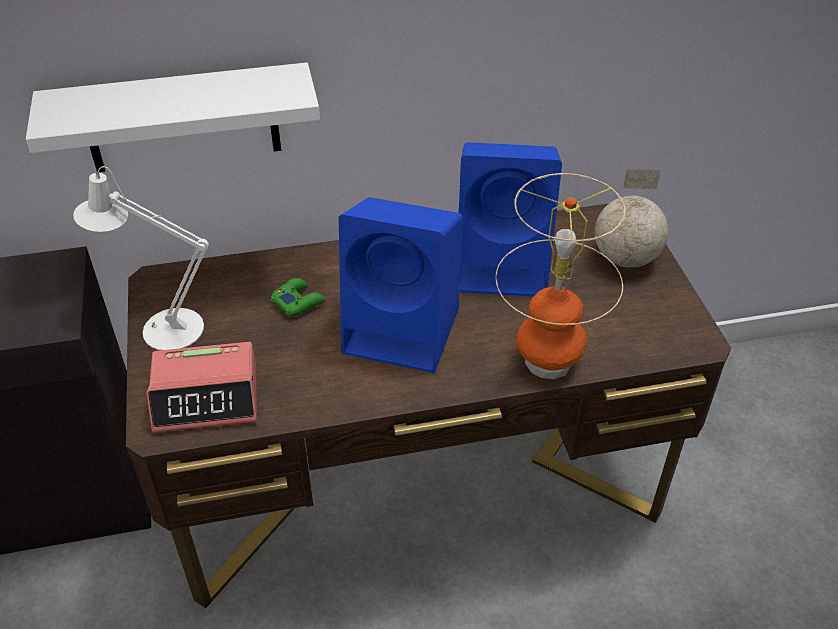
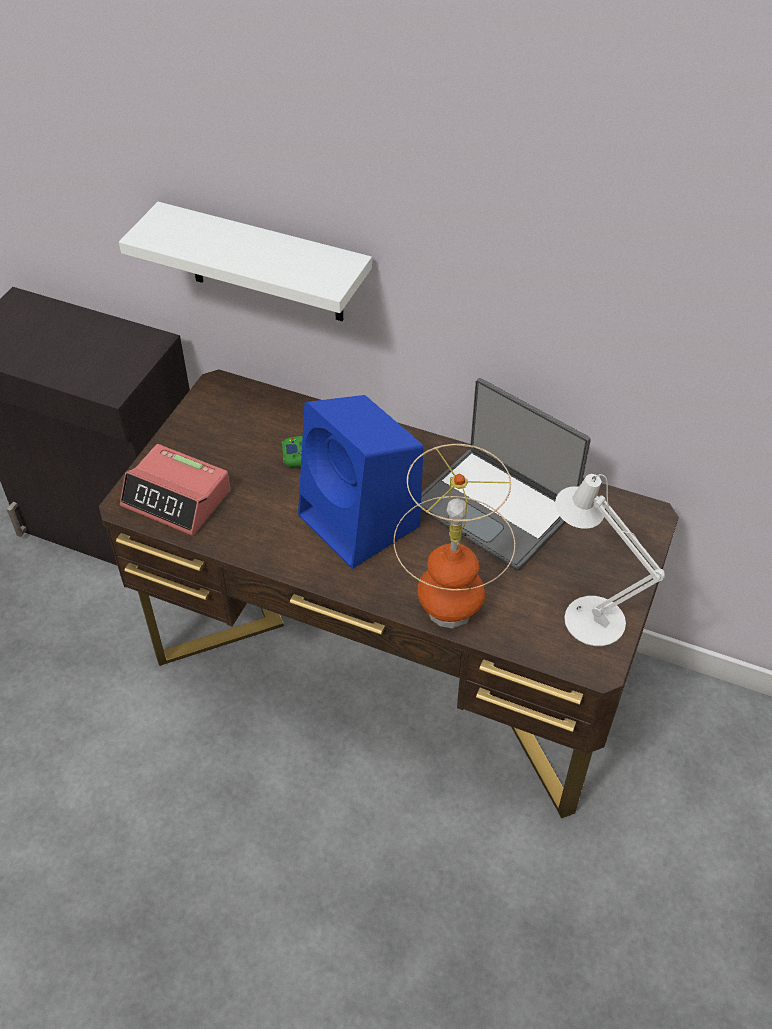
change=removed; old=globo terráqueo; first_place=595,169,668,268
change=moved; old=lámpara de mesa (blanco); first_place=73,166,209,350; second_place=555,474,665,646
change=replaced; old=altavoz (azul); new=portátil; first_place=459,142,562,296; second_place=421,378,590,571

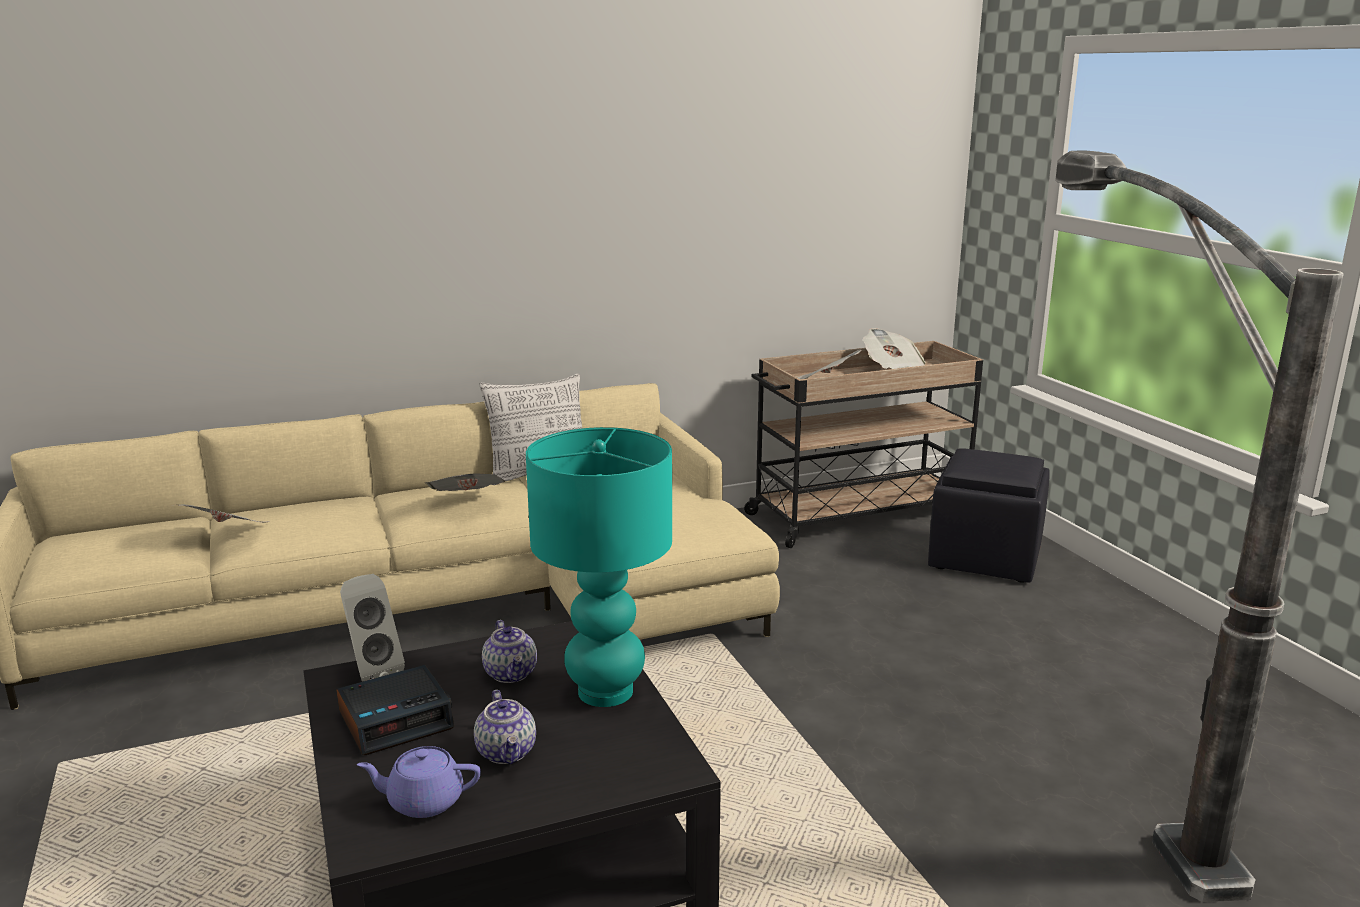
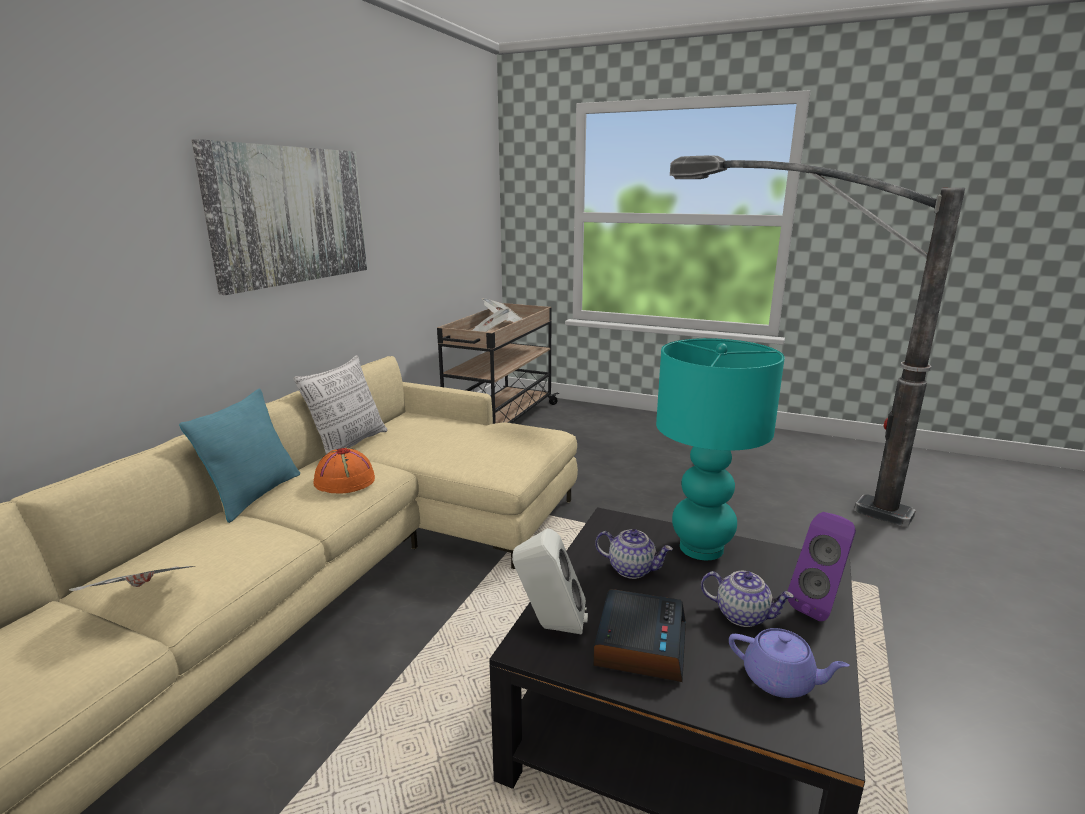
change=removed; old=puf (negro); first_place=928,448,1050,583
change=added; new=cojín (turquesa); second_place=179,389,300,523
change=added; new=cuadro; second_place=192,139,367,295
change=added; new=altavoz (morado); second_place=788,512,856,621
change=replaced; old=periódico; new=sombrero (naranja); first_place=425,473,505,491; second_place=314,448,375,494
change=turned; old=tetera (morado); first_place=357,746,481,818; second_place=729,628,850,698; degrees=-105

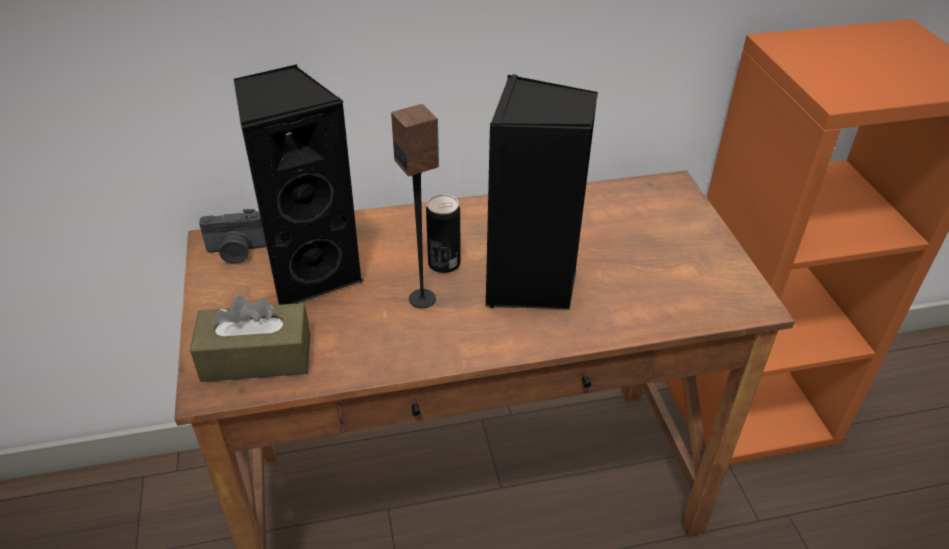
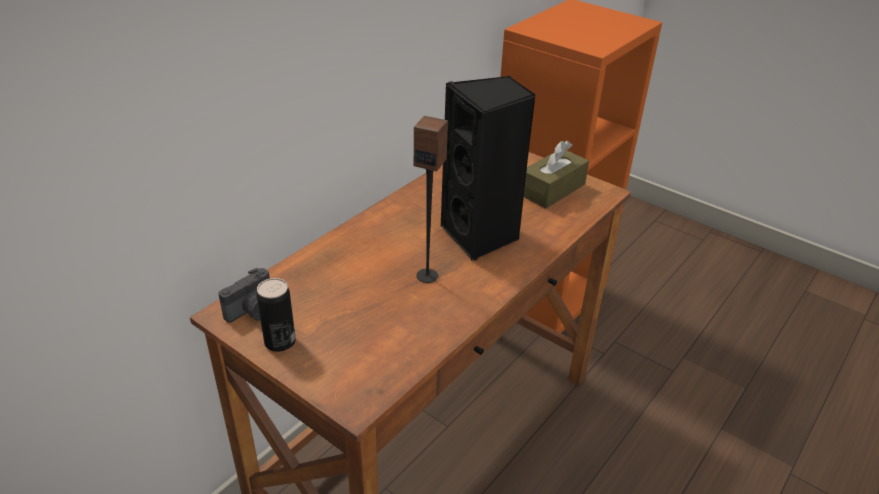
change=removed; old=altavoz (negro); first_place=234,64,364,305
change=moved; old=caja de pañuelos (marrón); first_place=190,295,310,382; second_place=524,141,589,208
change=moved; old=lata; first_place=426,194,460,273; second_place=256,278,296,352

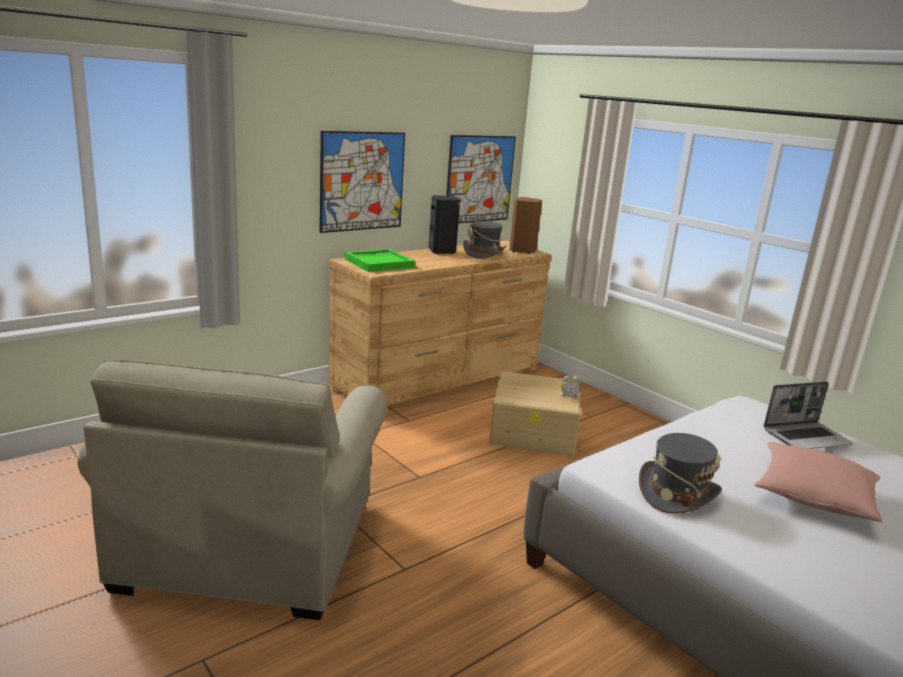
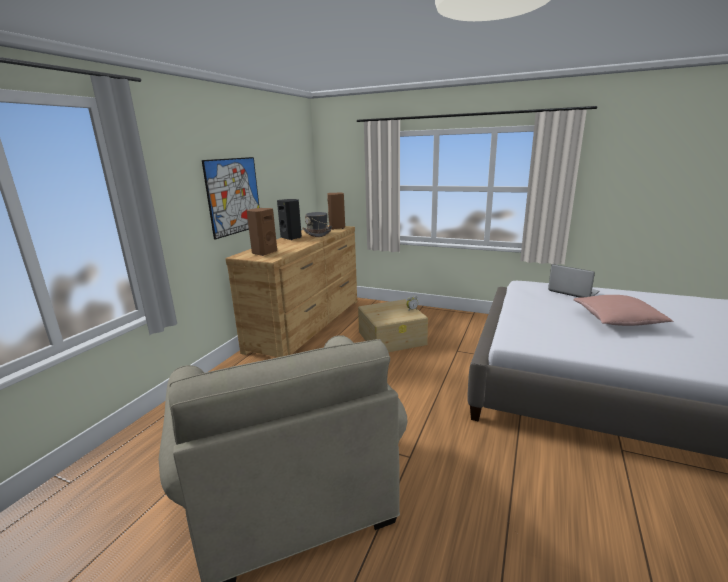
change=removed; old=cuadro; first_place=446,135,516,223
change=removed; old=sombrero (gris); first_place=639,433,722,514
change=replaced; old=bandeja (verde); new=altavoz (marrón); first_place=344,249,415,272; second_place=247,208,277,256
change=turned; old=portátil; first_place=763,382,853,449; second_place=548,264,599,298; degrees=-90

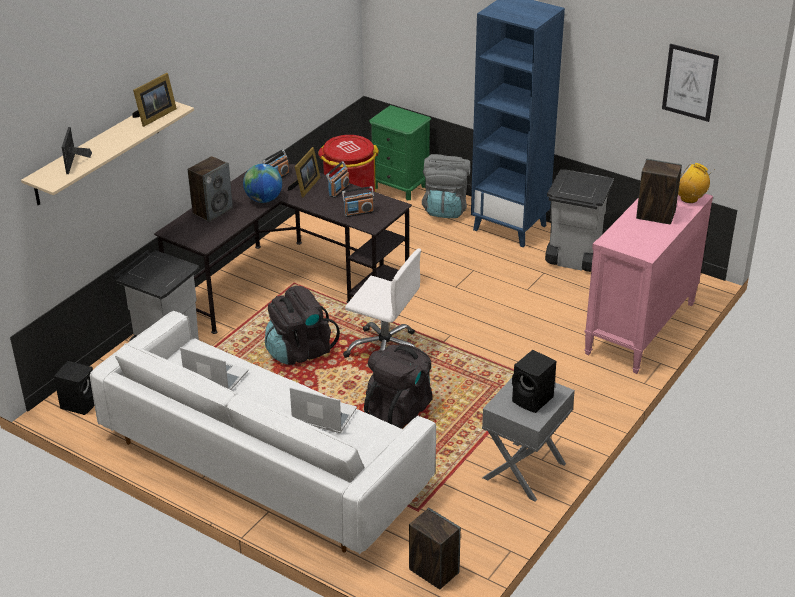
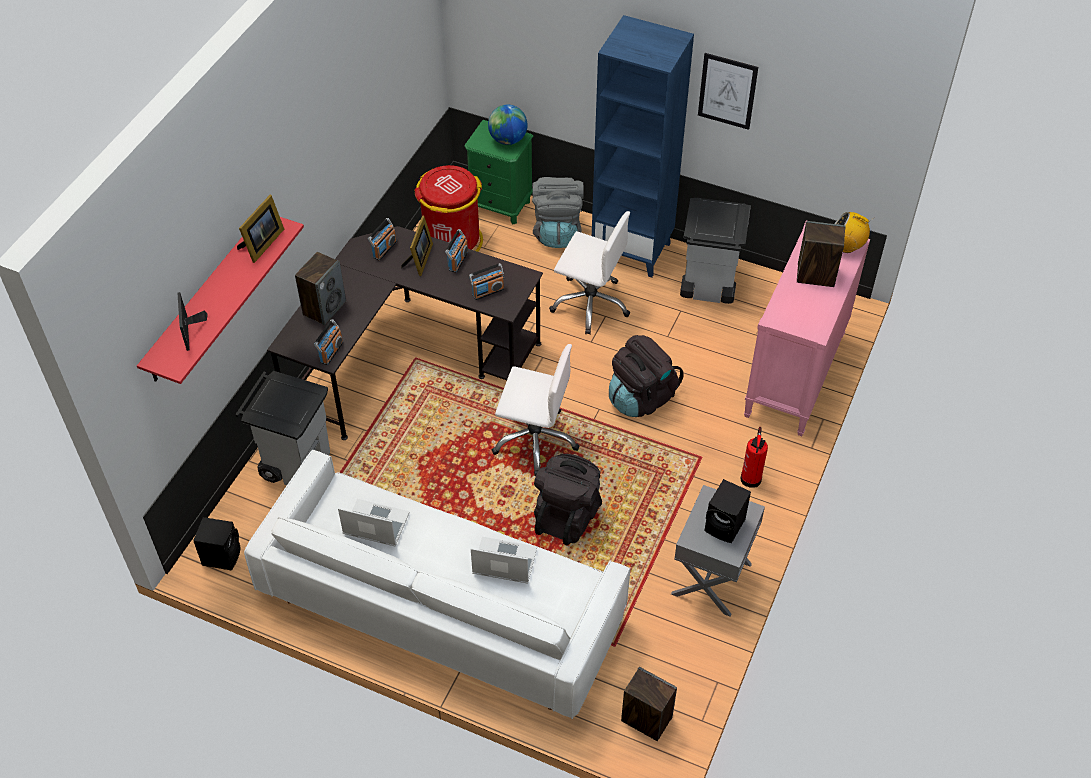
change=added; new=radio; second_place=314,319,343,365
change=added; new=silla de oficina (blanco); second_place=549,211,630,335
change=added; new=extintor; second_place=741,427,768,488
change=moved; old=globo terráqueo; first_place=243,164,282,203; second_place=488,105,528,145
change=moved; old=mochila (negro); first_place=265,286,340,365; second_place=609,335,684,417
change=moved; old=cuadro; first_place=662,44,719,122; second_place=698,53,758,130
change=recoloured; old=estante (beis); new=estante (rojo); first_place=21,101,194,205; second_place=137,217,304,384

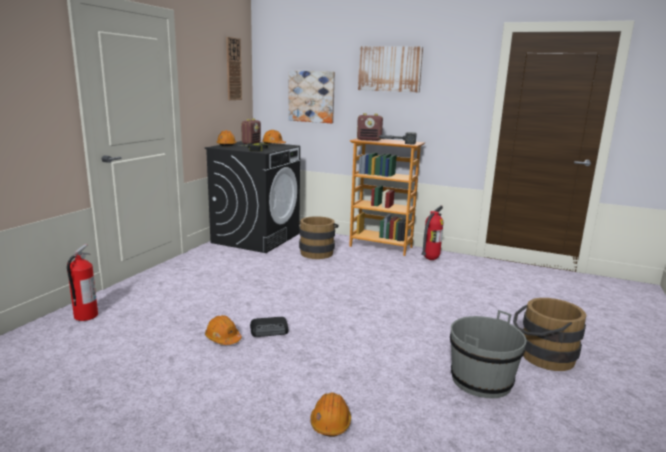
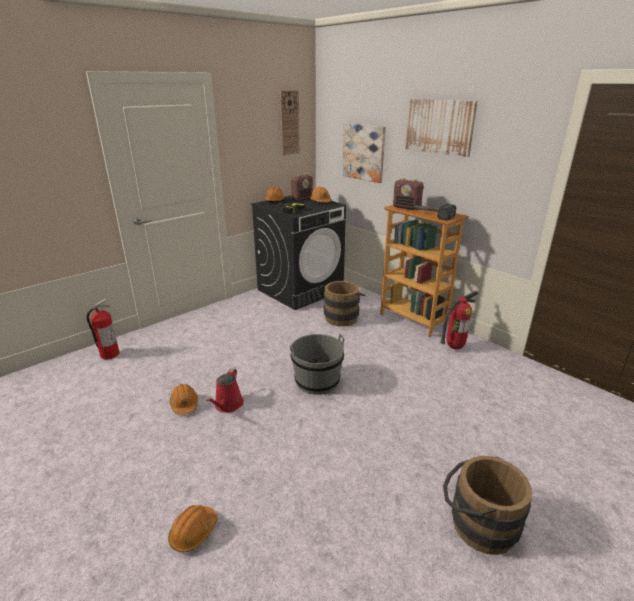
change=moved; old=cubo (gris); first_place=450,310,527,399; second_place=290,334,344,395
change=replaced; old=radio; new=regadera (rojo); first_place=250,317,288,337; second_place=207,369,244,413

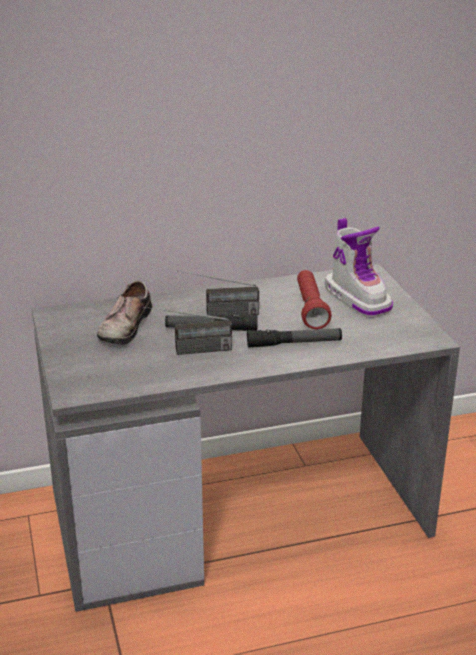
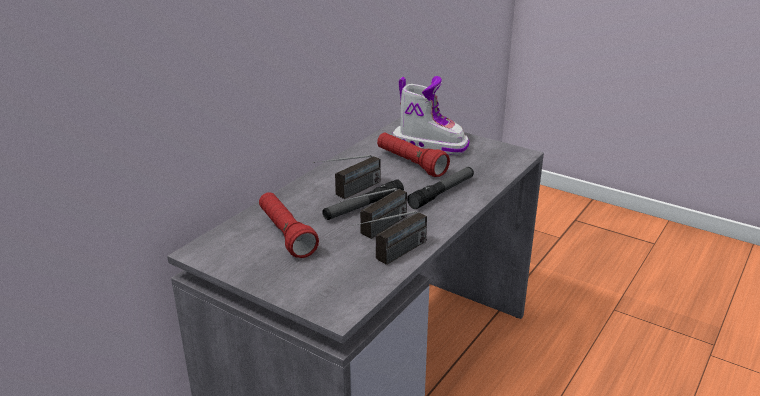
change=added; new=radio; second_place=352,211,427,265
change=replaced; old=zapato; new=linterna (rojo); first_place=97,281,152,344; second_place=259,192,319,258

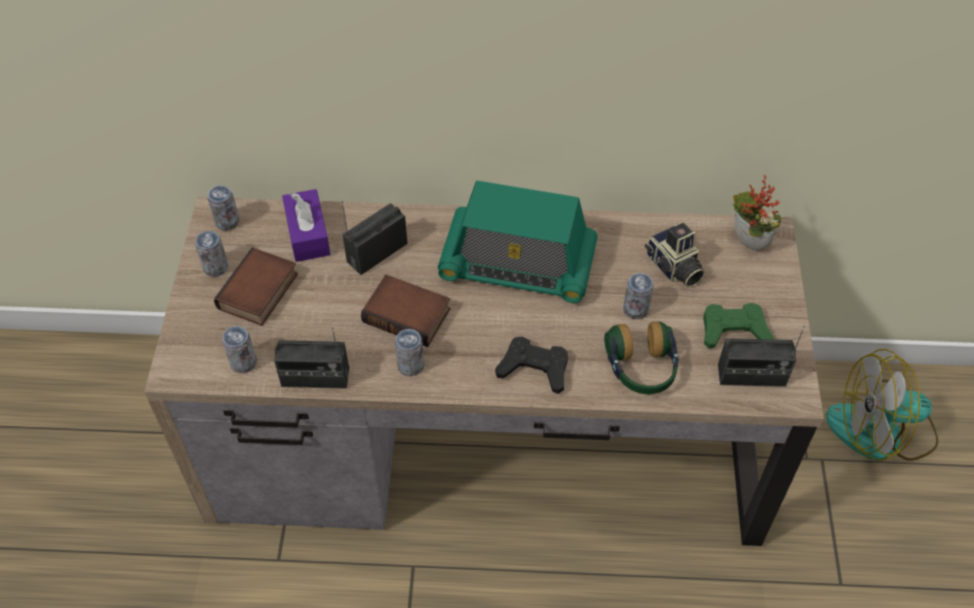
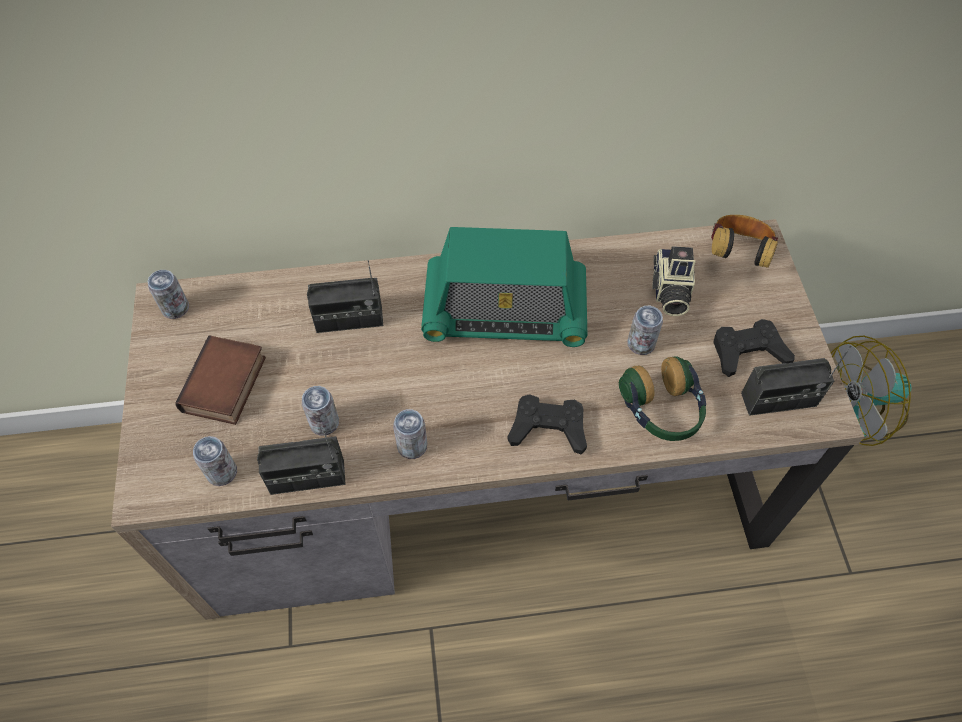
change=removed; old=caja de pañuelos (morado); first_place=282,189,331,262
change=removed; old=libro; first_place=361,275,450,347
change=moved; old=lata; first_place=195,231,228,277; second_place=302,386,339,436
change=replaced; old=planta en maceta; new=auriculares; first_place=733,175,781,251; second_place=711,215,778,268
change=recoloured; old=mando de consola (verde); new=mando de consola (negro); first_place=703,303,774,349; second_place=713,319,795,377
change=turned; old=radio; first_place=342,201,408,275; second_place=307,260,383,333; degrees=-135
change=turned; old=cámara; first_place=645,223,706,287; second_place=652,246,696,316; degrees=45

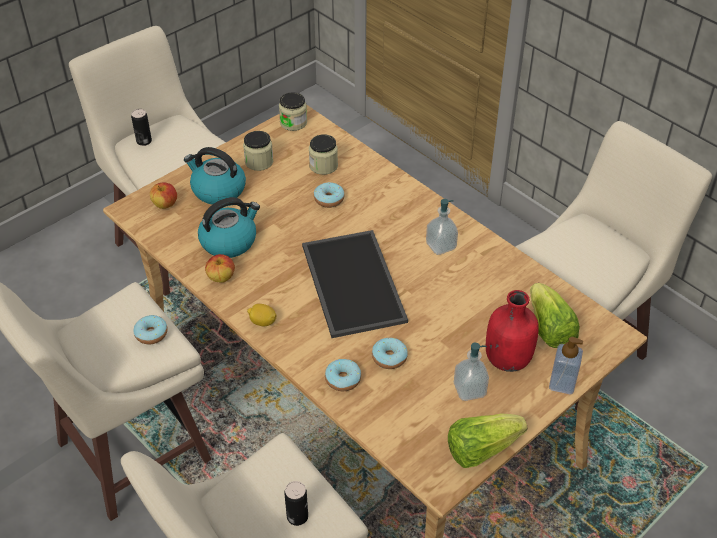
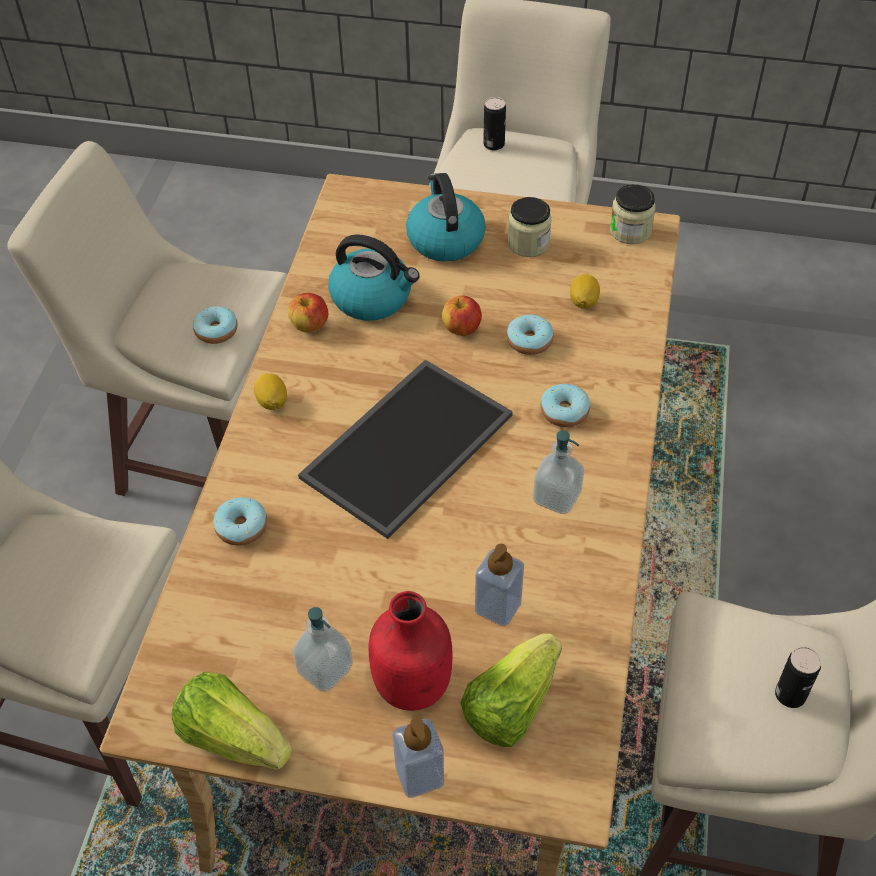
change=added; new=dispensador de jabón; second_place=475,544,524,626
change=moved; old=manzana; first_place=150,182,177,209; second_place=442,295,482,336
change=moved; old=lata; first_place=284,481,308,526; second_place=775,646,821,708
change=moved; old=rosquilla; first_place=372,338,408,369; second_place=540,383,590,427
change=replaced; old=tarro; new=limón; first_place=309,134,338,175; second_place=570,273,600,309

